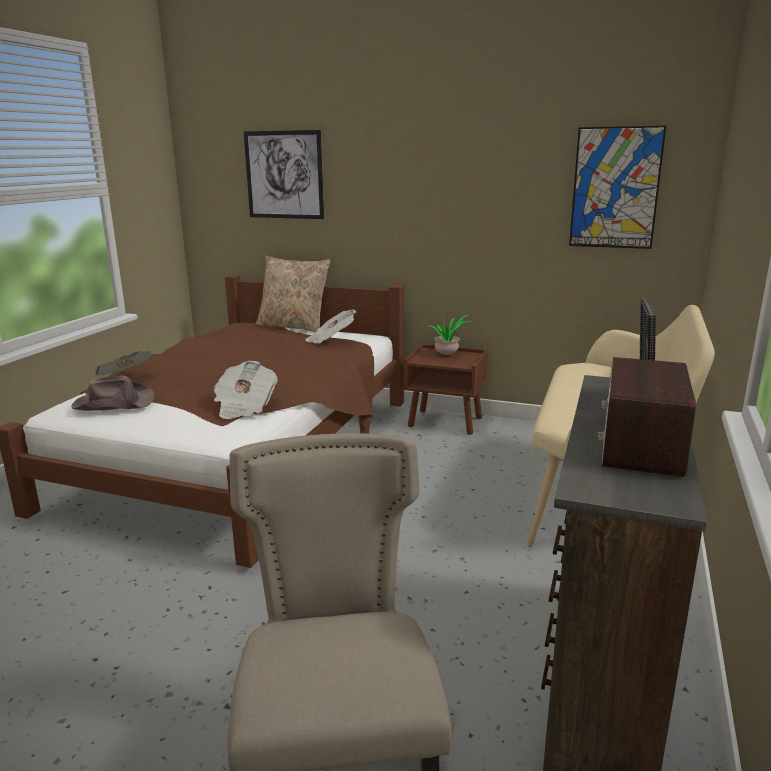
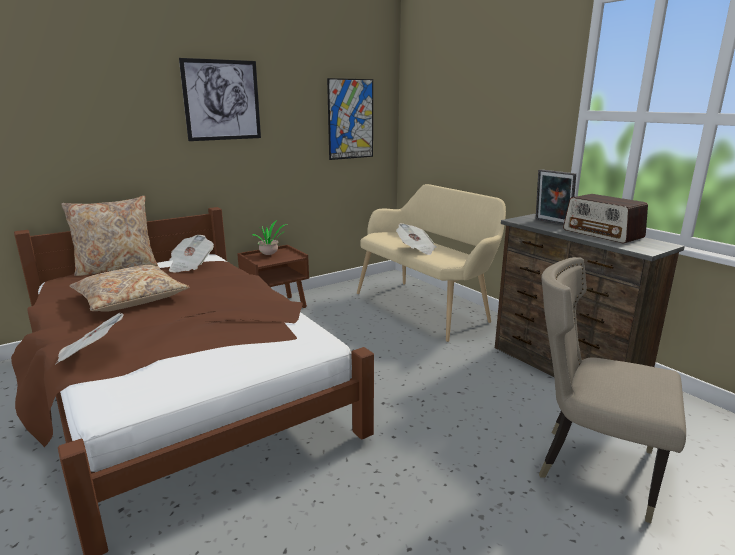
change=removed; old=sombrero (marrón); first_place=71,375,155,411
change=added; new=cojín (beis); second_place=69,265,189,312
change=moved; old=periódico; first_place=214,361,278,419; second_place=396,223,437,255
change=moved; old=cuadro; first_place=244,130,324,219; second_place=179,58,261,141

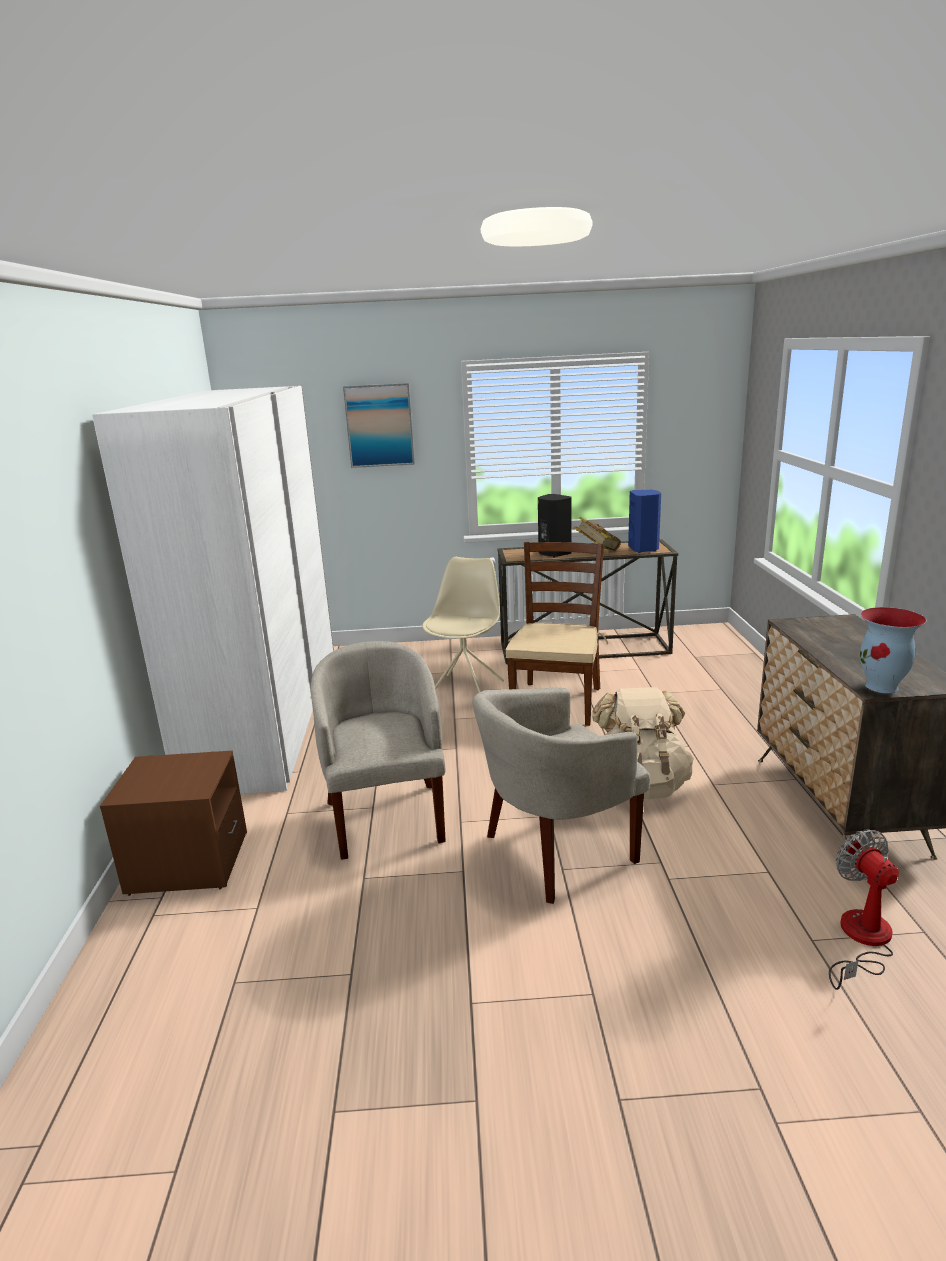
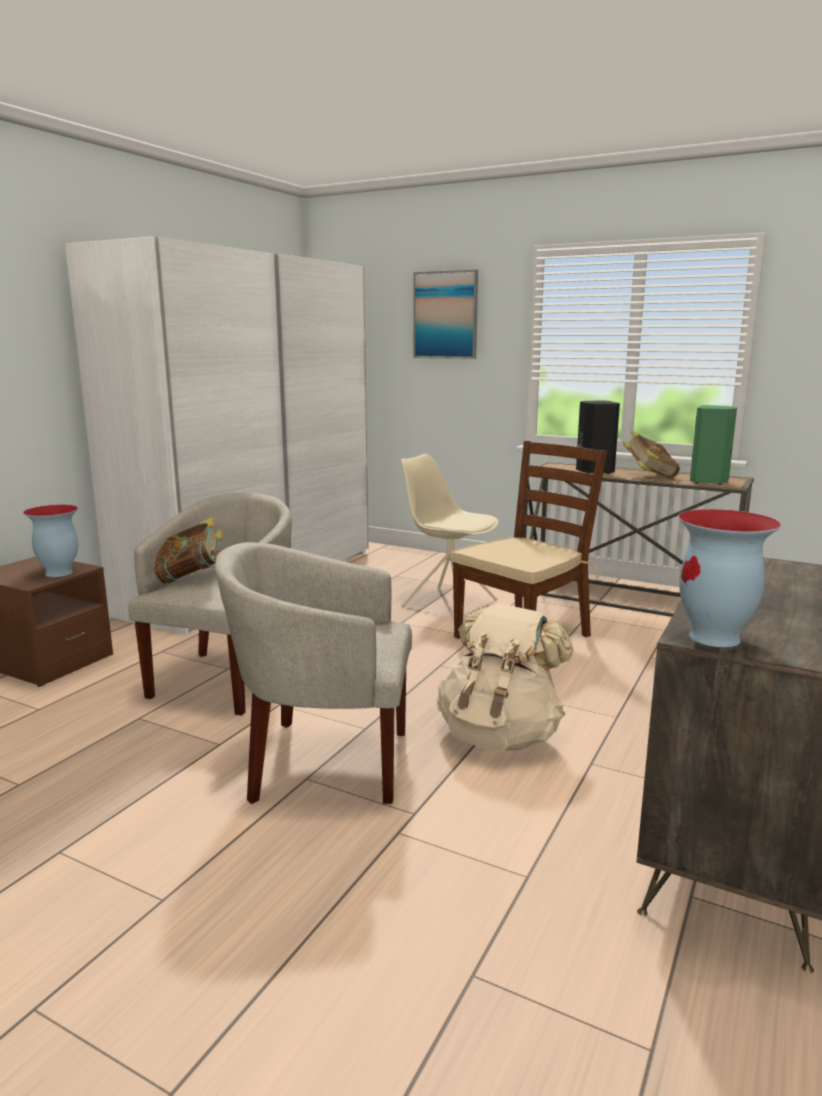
change=removed; old=ventilador; first_place=829,829,899,990
change=added; new=florero; second_place=23,505,78,577
change=added; new=libro; second_place=154,517,223,584
change=recoloured; old=altavoz (azul); new=altavoz (verde); first_place=628,490,661,553; second_place=690,405,737,485
change=turned; old=silla (beis); first_place=422,557,504,692; second_place=401,454,499,620; degrees=-105

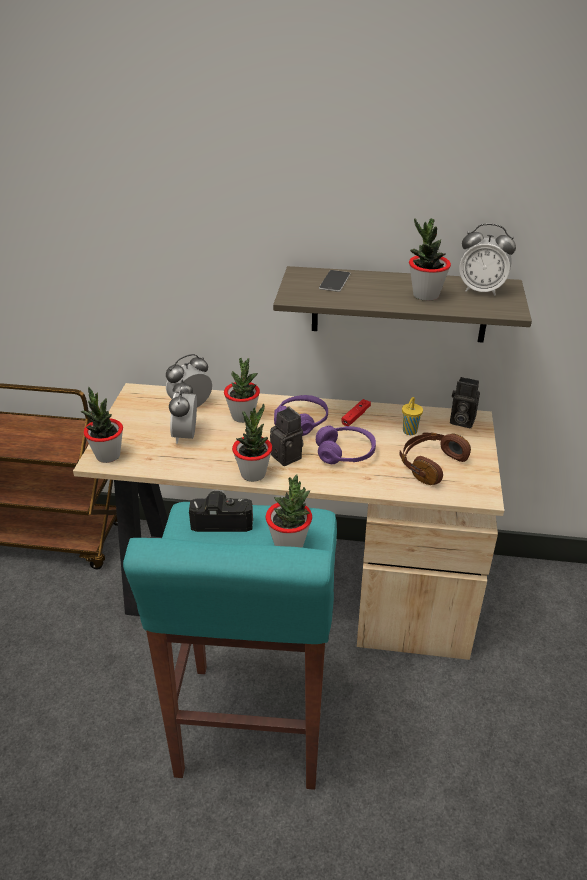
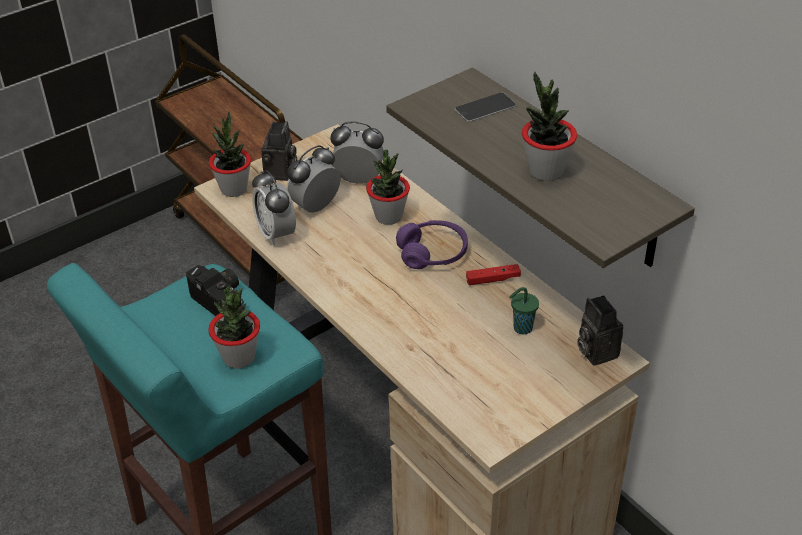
change=removed; old=planta en maceta; first_place=232,404,272,482
change=removed; old=auriculares (morado); first_place=316,425,376,464
change=removed; old=auriculares (marrón); first_place=399,432,471,485
change=moved; old=cámara; first_place=270,406,303,466; second_place=261,121,297,181
change=moved; old=despertador; first_place=459,224,516,296; second_place=252,170,296,246
change=recoloured; old=taza (amarillo); new=taza (verde); first_place=402,397,423,435; second_place=509,287,539,335

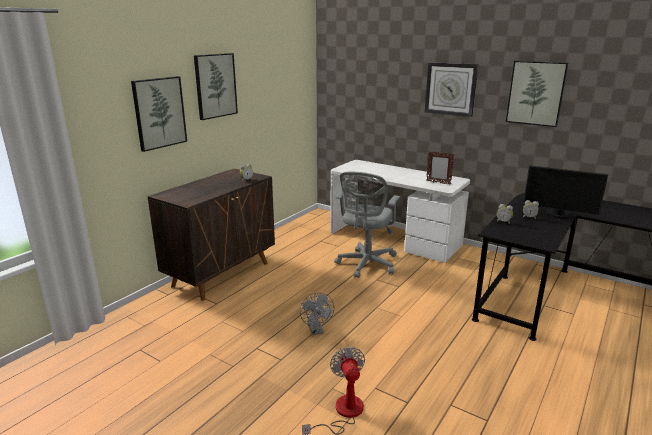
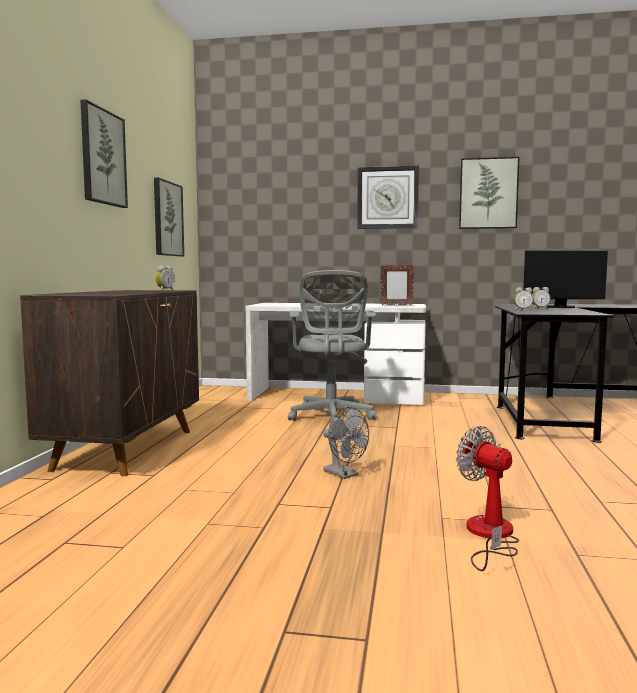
change=moved; old=cuadro; first_place=131,76,187,152; second_place=154,178,184,257

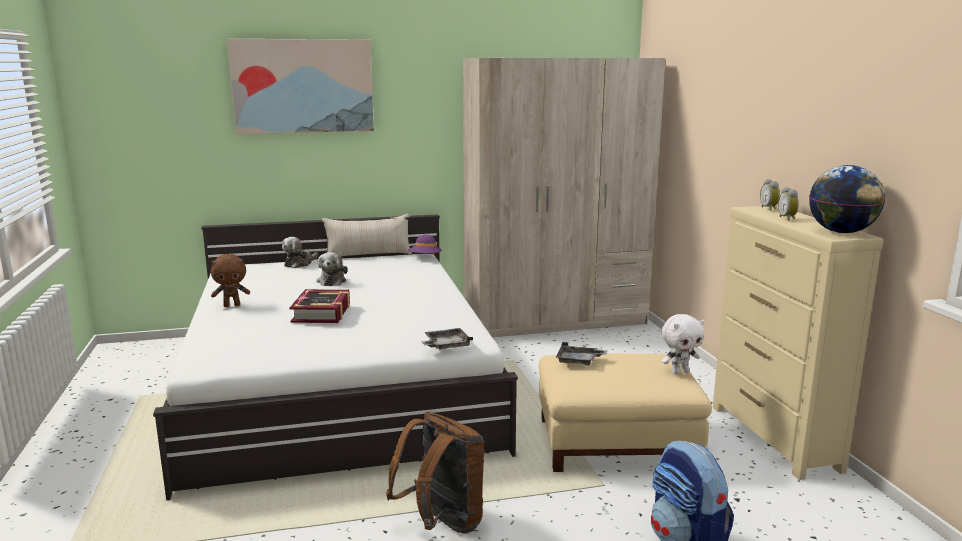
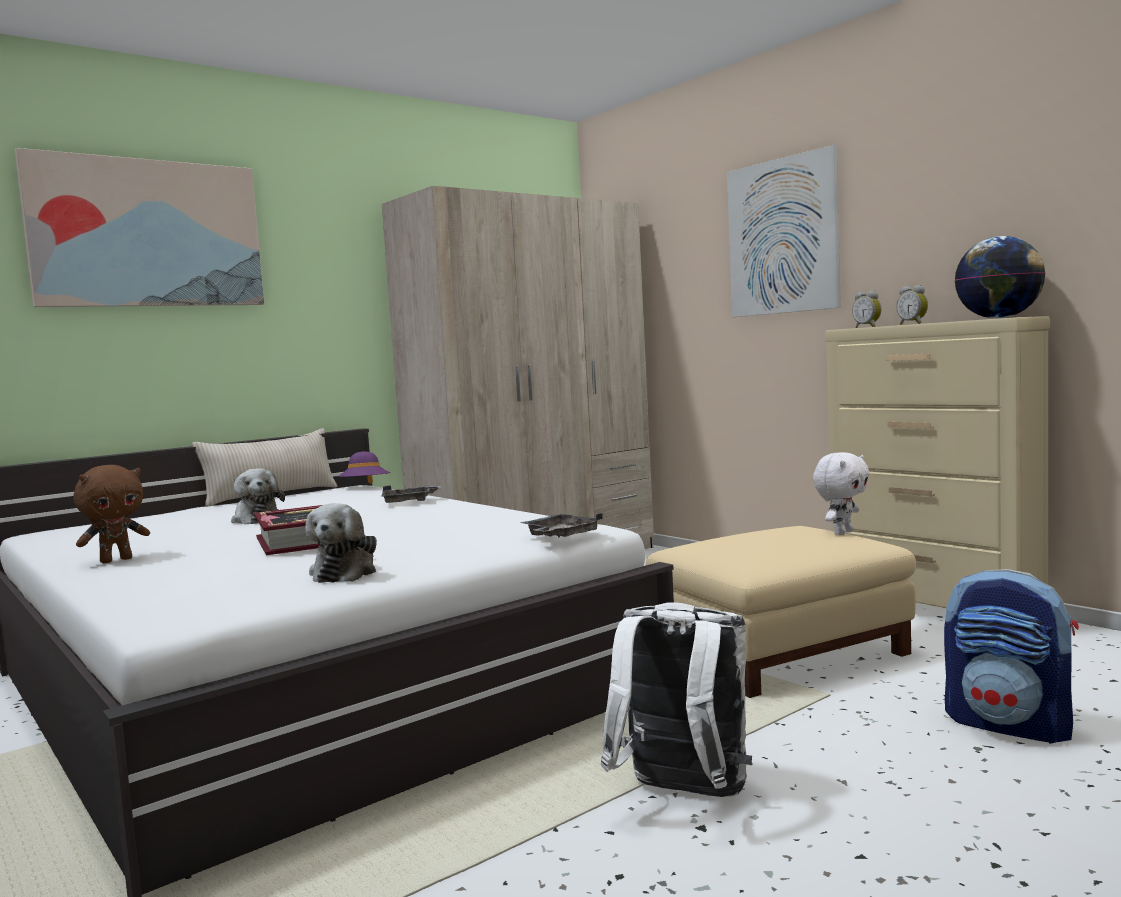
change=added; new=cuadro; second_place=727,145,841,317
change=moved; old=peluche; first_place=282,237,318,268; second_place=306,503,377,583
change=moved; old=bandeja (gris); first_place=555,342,607,365; second_place=381,485,442,503
change=recoloured; old=mochila (marrón); new=mochila (blanco); first_place=386,412,485,534; second_place=601,603,752,797

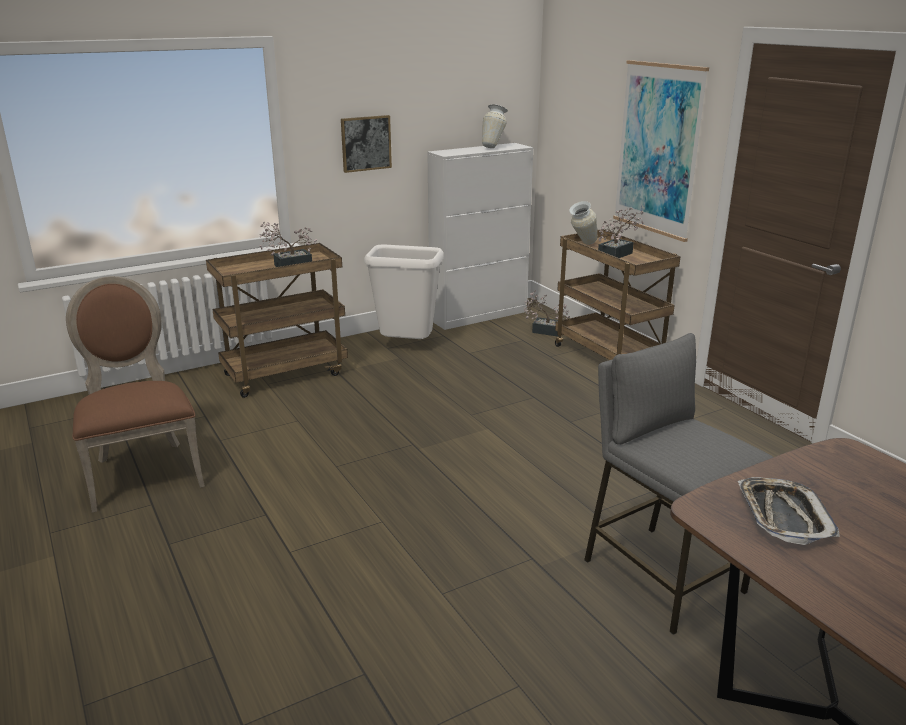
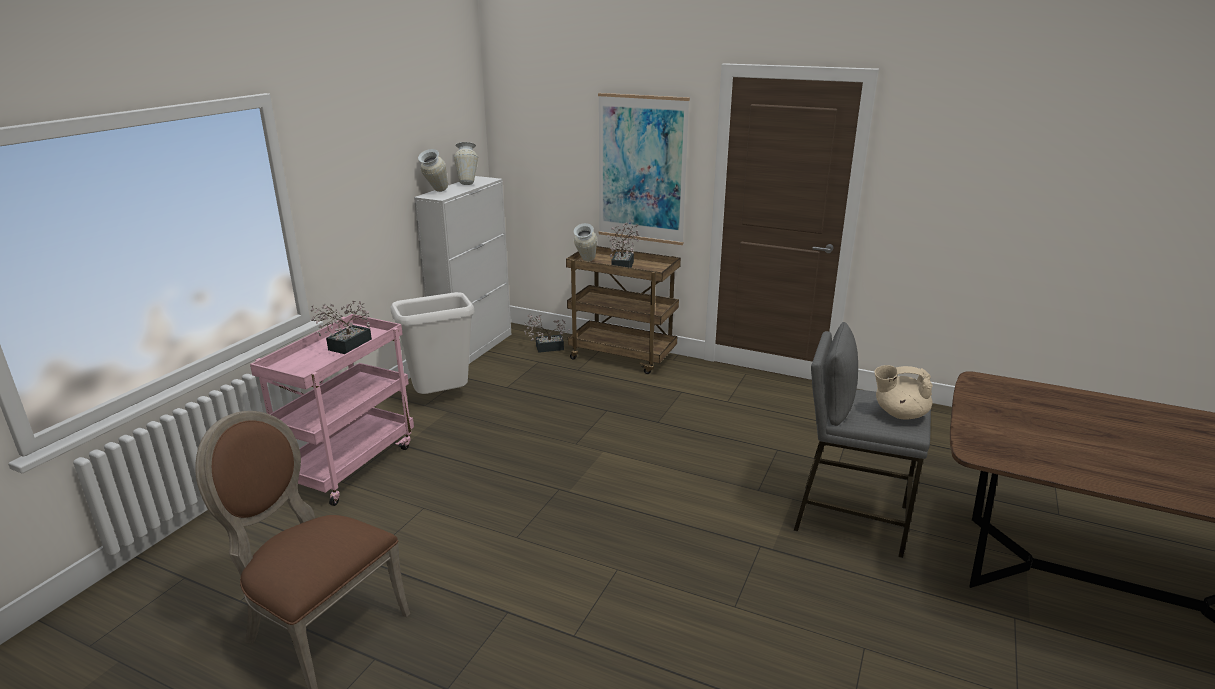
change=removed; old=cuadro; first_place=341,115,392,173
change=removed; old=bandeja; first_place=738,477,840,545
change=added; new=florero; second_place=418,149,448,192
change=added; new=tetera (beis); second_place=874,365,933,420
change=recoloured; old=carrito (marrón); new=carrito (rosa); first_place=206,243,348,398; second_place=250,314,414,506

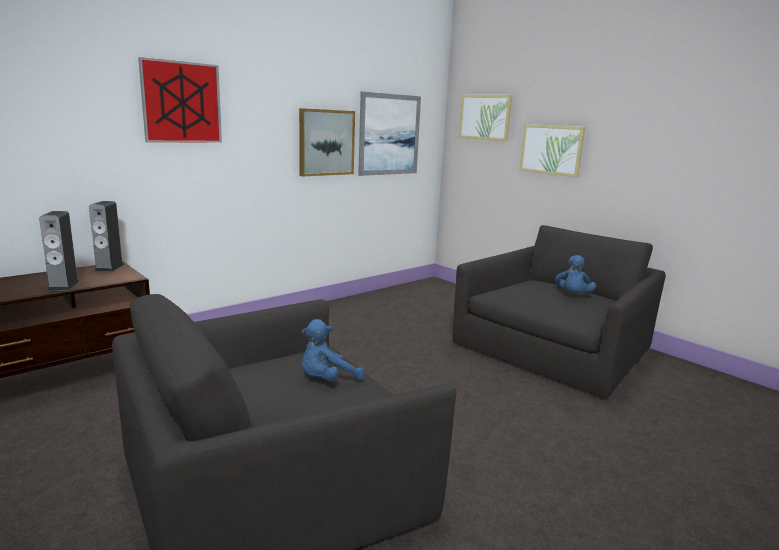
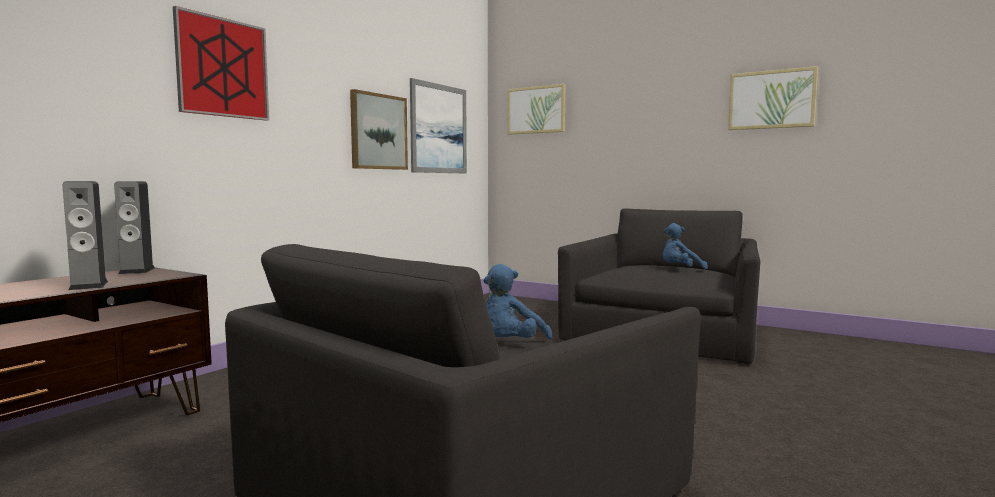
change=moved; old=cuadro; first_place=520,124,585,177; second_place=728,66,818,130
change=turned; old=peluche (azul); first_place=555,255,596,292; second_place=663,223,708,269; degrees=75

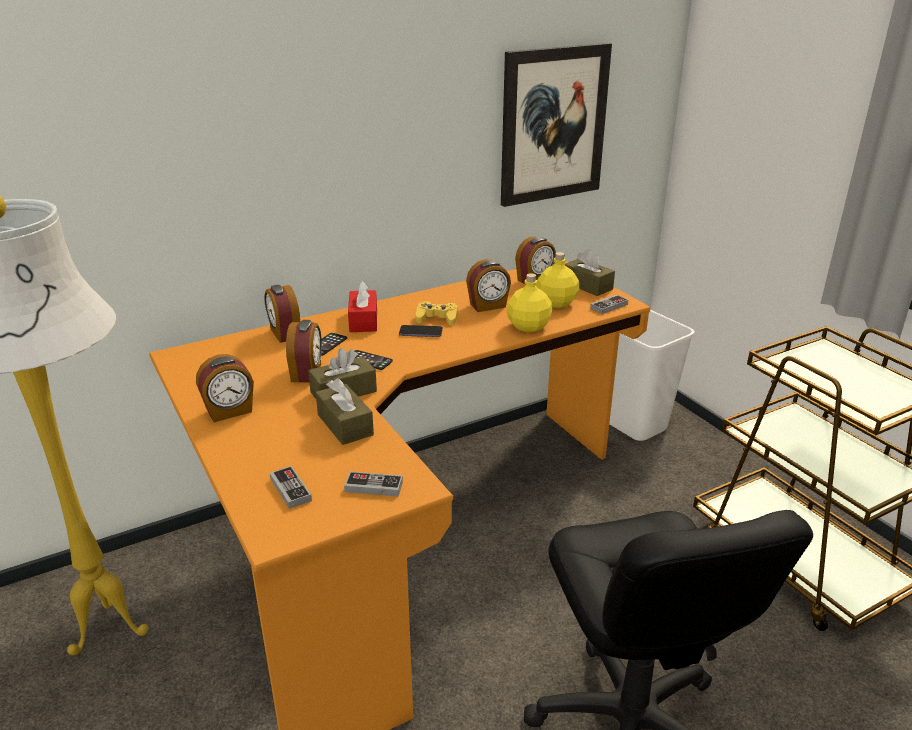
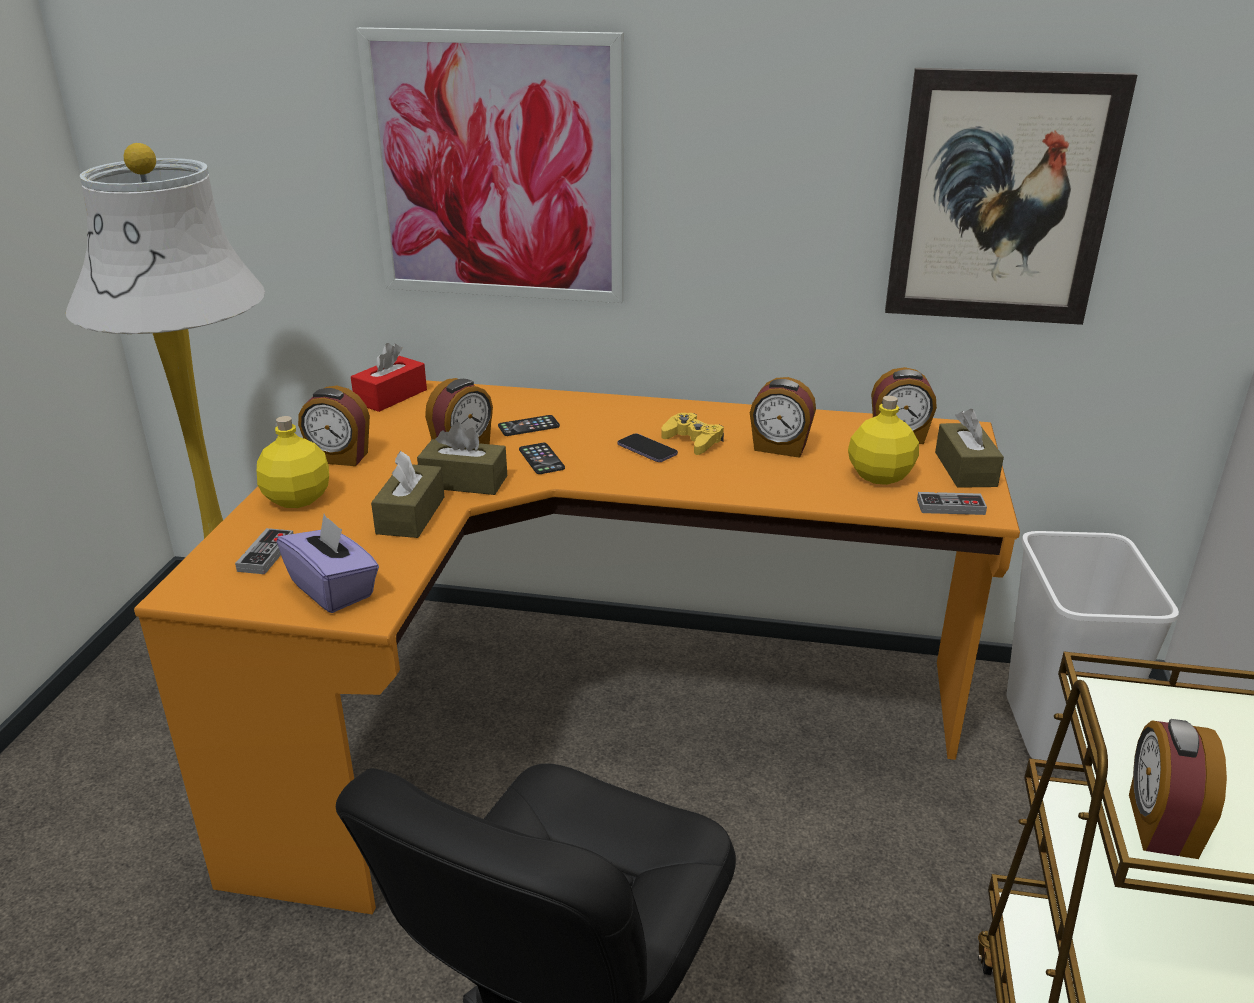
change=added; new=cuadro; second_place=356,27,624,303
change=moved; old=despertador; first_place=264,285,300,343; second_place=1129,719,1227,859
change=moved; old=caja de pañuelos (rojo); first_place=348,280,377,332; second_place=351,343,427,412
change=moved; old=botella (amarillo); first_place=507,273,552,332; second_place=257,416,329,508
change=replaced; old=mando de consola; new=caja de pañuelos (morado); first_place=344,471,403,497; second_place=277,514,379,613

